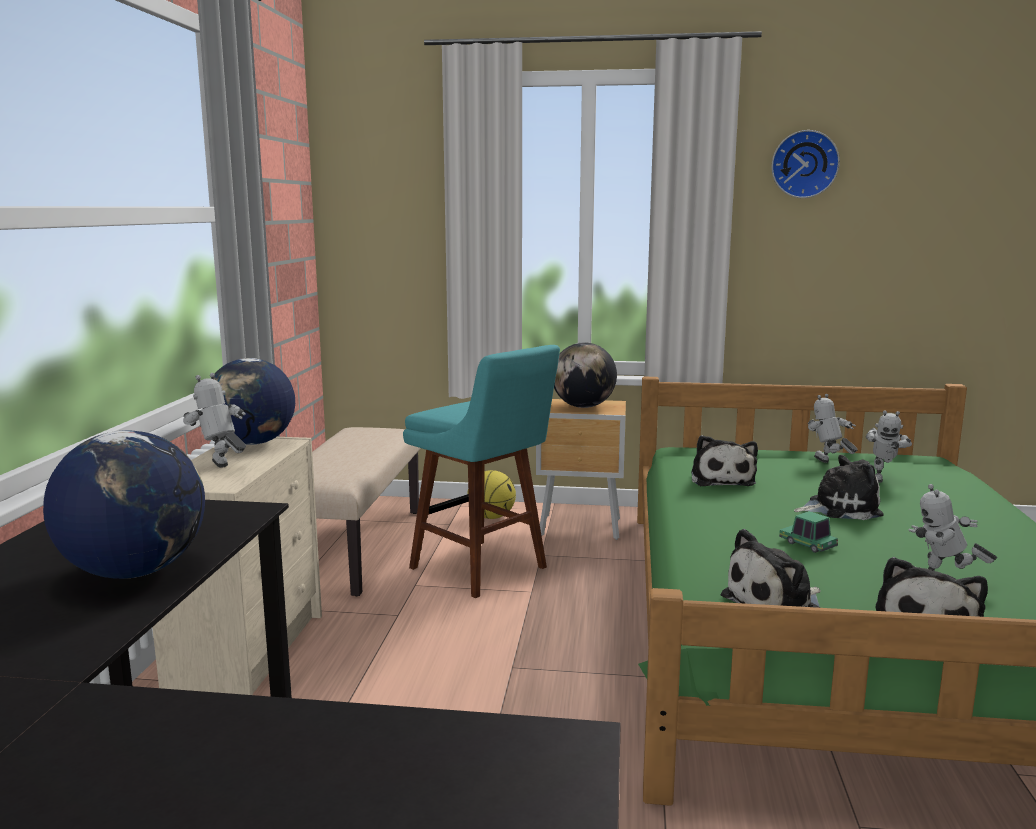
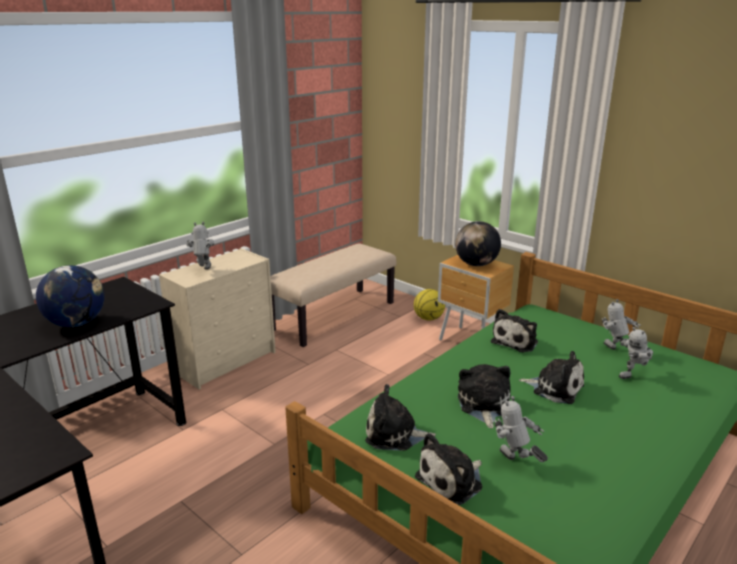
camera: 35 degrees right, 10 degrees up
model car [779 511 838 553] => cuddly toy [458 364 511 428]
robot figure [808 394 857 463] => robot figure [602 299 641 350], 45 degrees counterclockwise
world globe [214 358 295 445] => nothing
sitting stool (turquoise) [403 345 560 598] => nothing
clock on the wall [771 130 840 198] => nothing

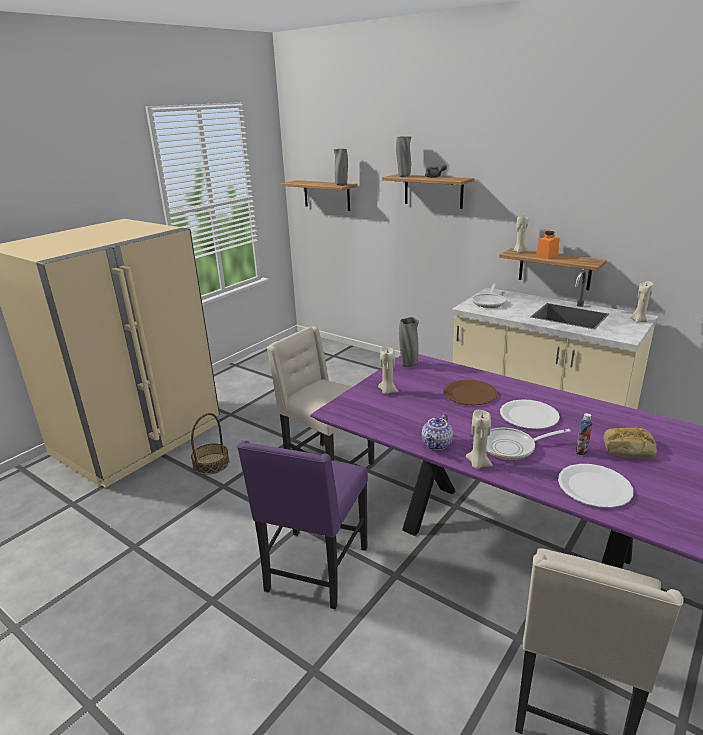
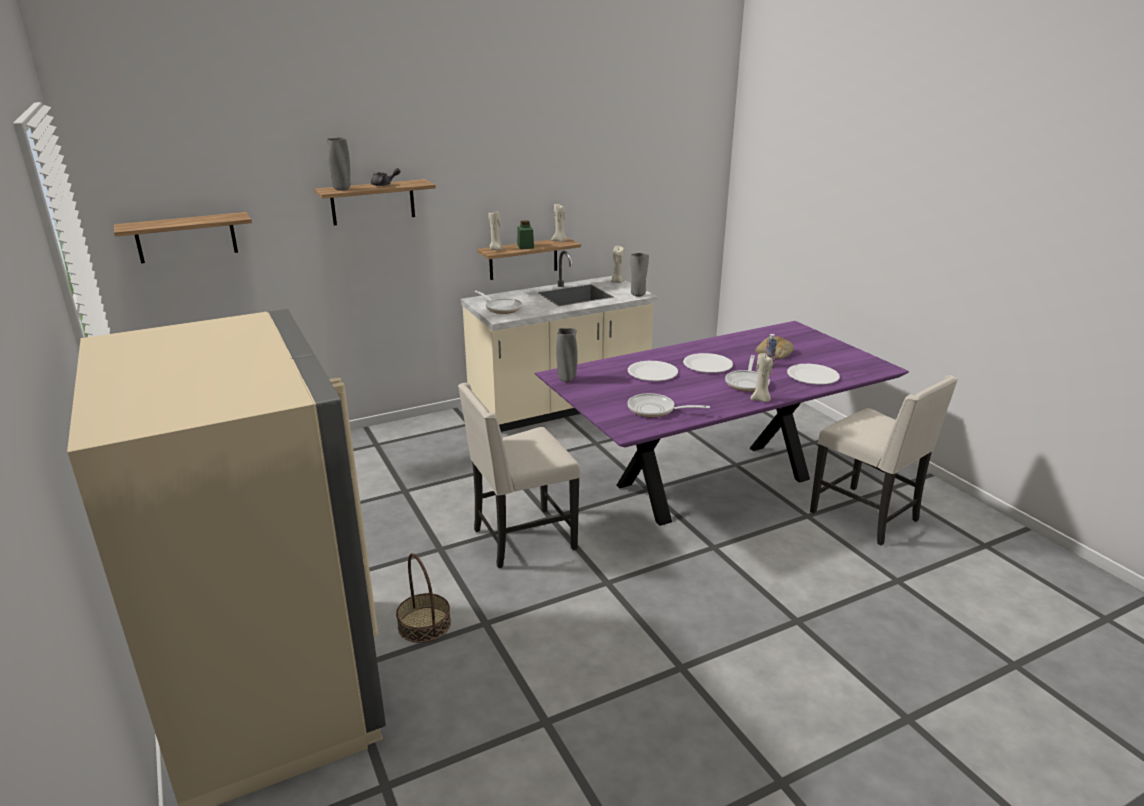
camera: 65 degrees left, 0 degrees up
jar (orange) [536 231 559 259] => jar (green) [517 220 534 249]
wax light (beige-coloured) [378 347 398 394] => wax light (beige-coloured) [551 204 567 242], relocated
plate (brown-coloured) [444 380 497 405] => plate (white) [628 361 678 381]
nothing => pan [628 393 710 417]
flower vase (grey) [334 149 348 186] => flower vase (grey) [630 253 649 297], relocated
upright chair (purplish) [237 440 368 609] => nothing
pot for tea [422 414 453 450] => nothing

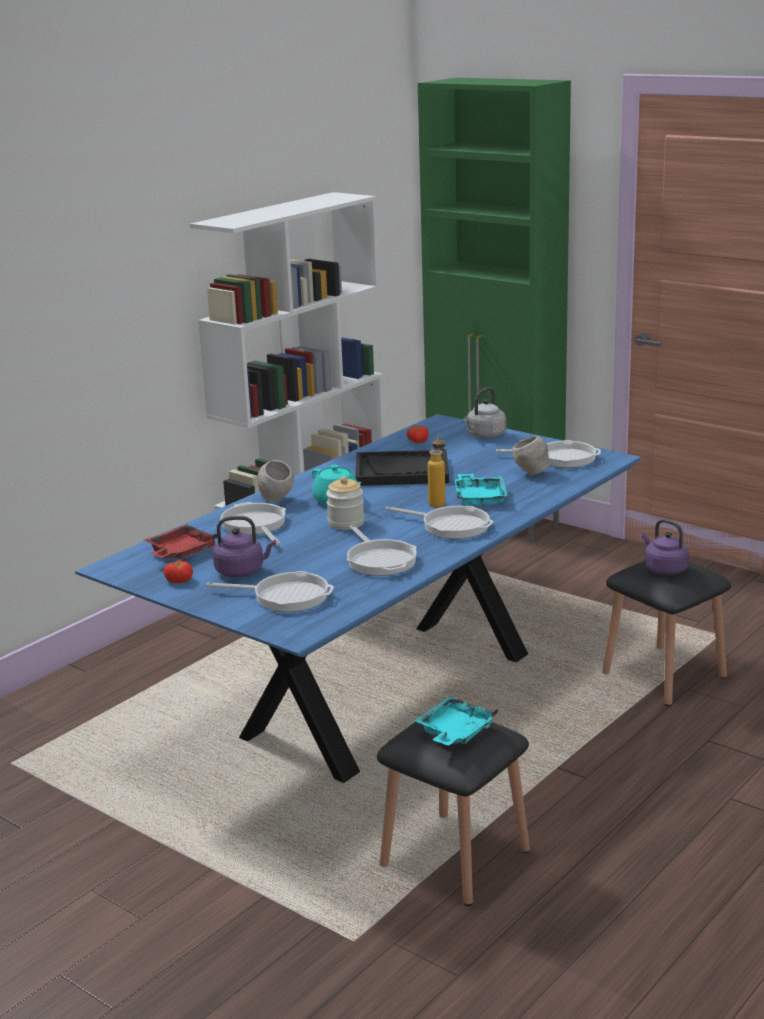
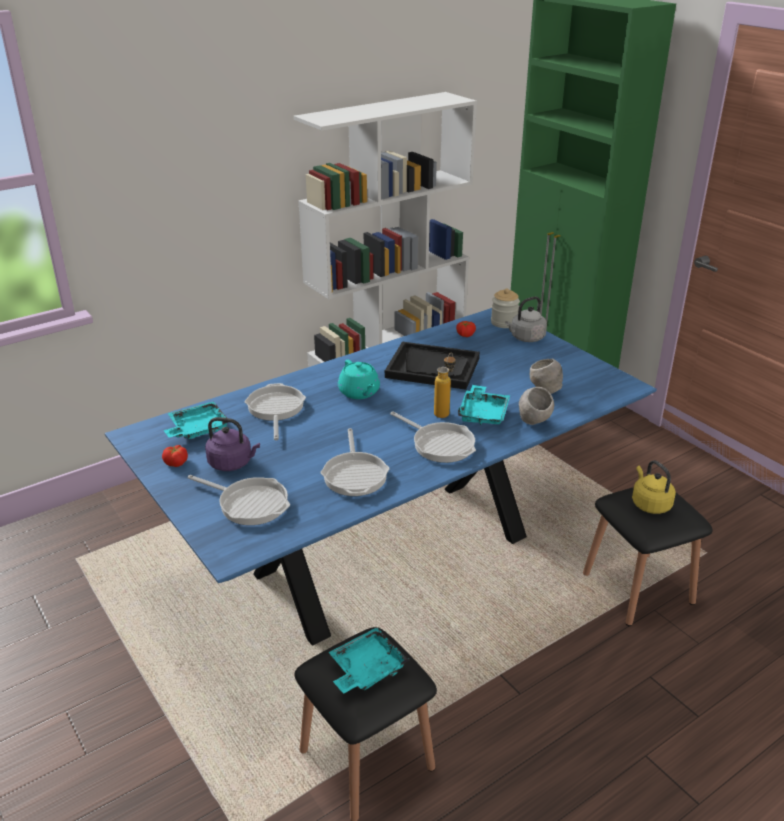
camera: 15 degrees right, 10 degrees up
carrying tray (reddish) [144 524 217 559] => carrying tray (turquoise) [164 401 228 439]
jar [326 476 364 530] => jar [491 288 520 328], relocated
deep dish (grey) [257 460 294 502] => deep dish (grey) [519 387 554 425], relocated
water kettle (purplish) [642 519 689 575] => water kettle (yellowish) [632 460 676 514]
pan [496 440 601 468] => nothing

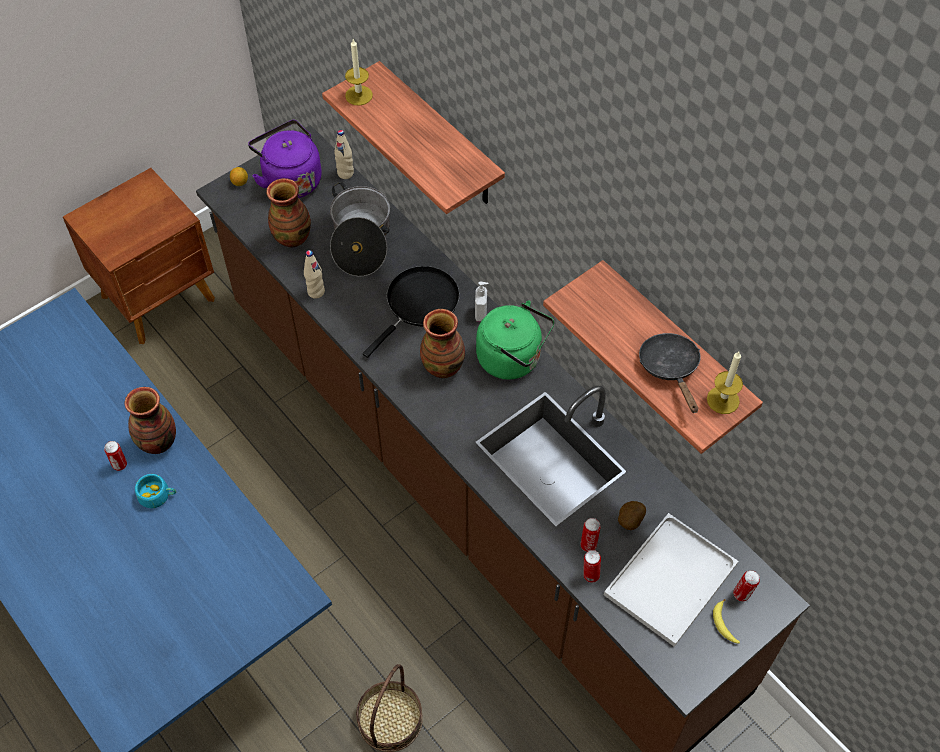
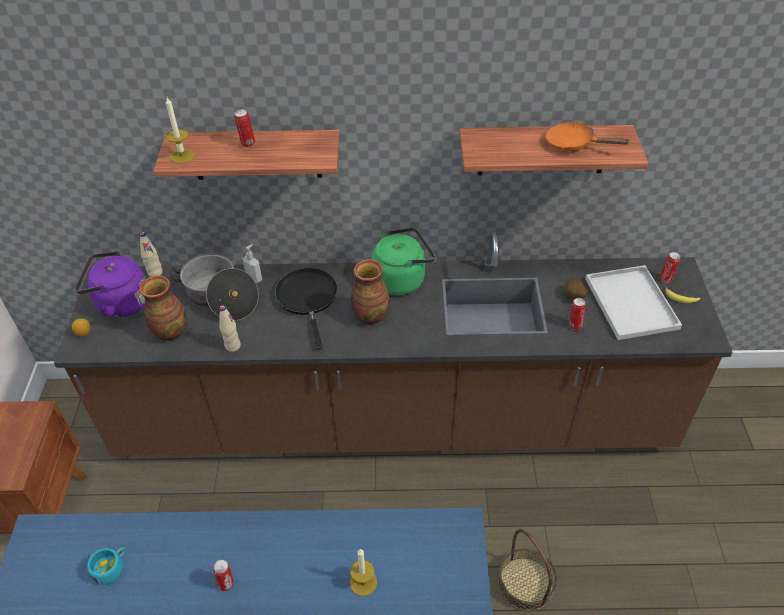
camera: 50 degrees left, 10 degrees down
cup (turquoise) [135 474 176 508] => cup (turquoise) [87 547 126 585], relocated
can [583 550 601 583] => can [234 109 255 147], relocated
soap bottle [475 281 489 322] => soap bottle [242 244 262 283], relocated
wax light [707 351 743 414] => wax light [350 549 377 596], relocated
pan (blackish) [639 333 701 413] => pan (orange) [546 122 631 151]
flower vase [125 387 176 454] => nothing

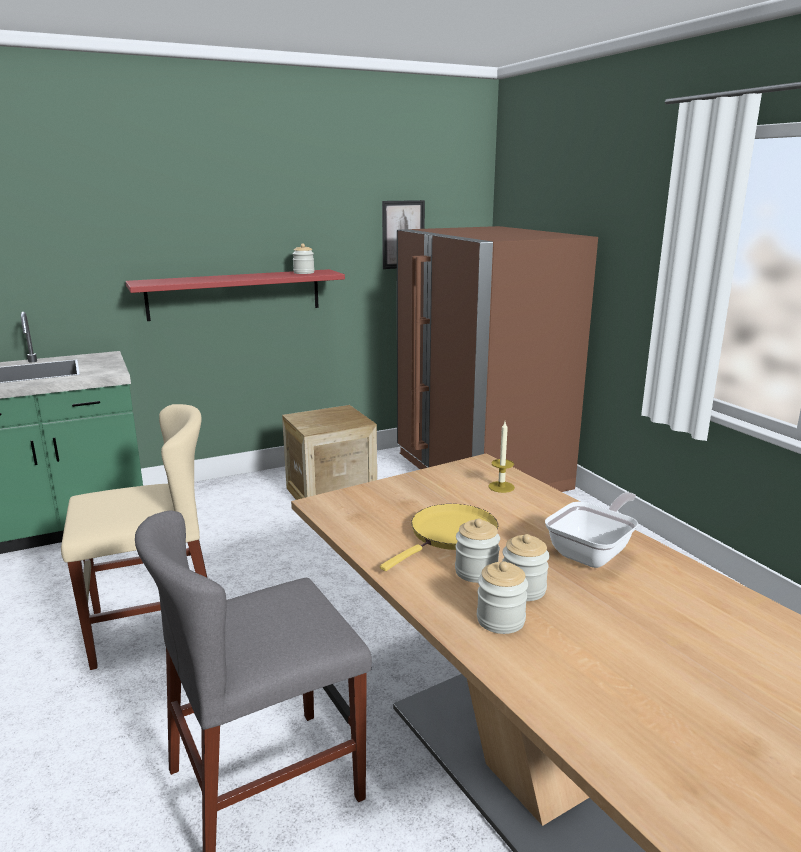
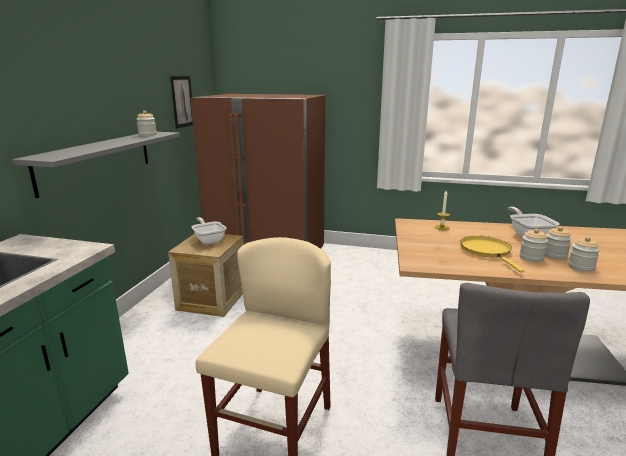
camera: 50 degrees left, 0 degrees up
wall shelf (reddish) [125 269 345 321] => wall shelf (grey) [12 132 180 198]
nothing => pan [192 217 226 244]

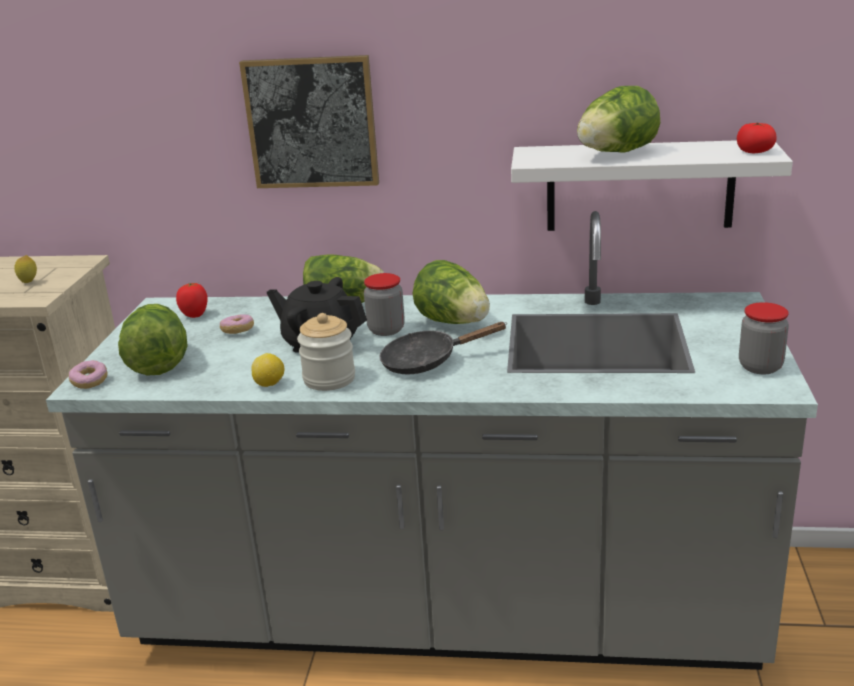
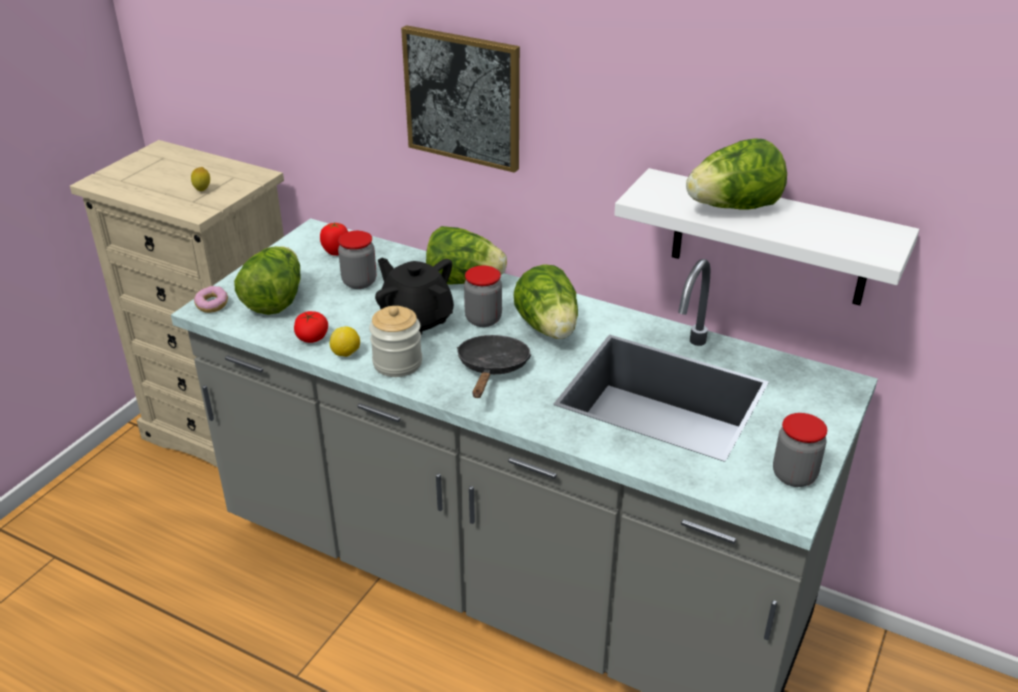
camera: 20 degrees right, 10 degrees up
tomato [737 122 777 153] => tomato [294 311 328 343], relocated
ring doughnut [220 314 254 334] => jar [338 231 377 289]
pan (blackish) [379 322 507 374] => pan (blackish) [457 335 531 398], 90 degrees clockwise

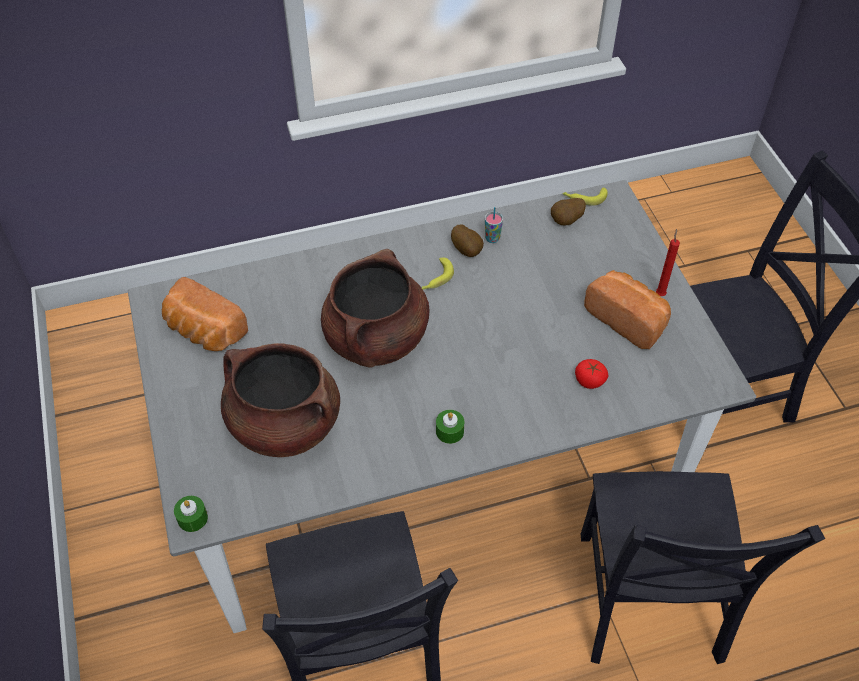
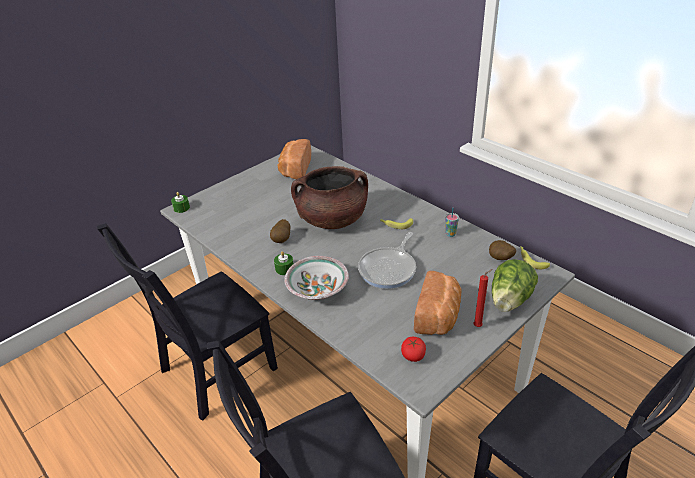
camera: 65 degrees right, 15 degrees down
whole potato [451 224 484 257] => whole potato [270 219 290 243], relocated
nothing => deep dish [284 256 349 300]
nothing => pan [358 232 416 289]
tomato [575 359 609 389] => tomato [401 337 426 362], relocated
nothing => head of lettuce [492 259 538 312]
cooking pot (brown-coloured) [221 343 340 457] => nothing

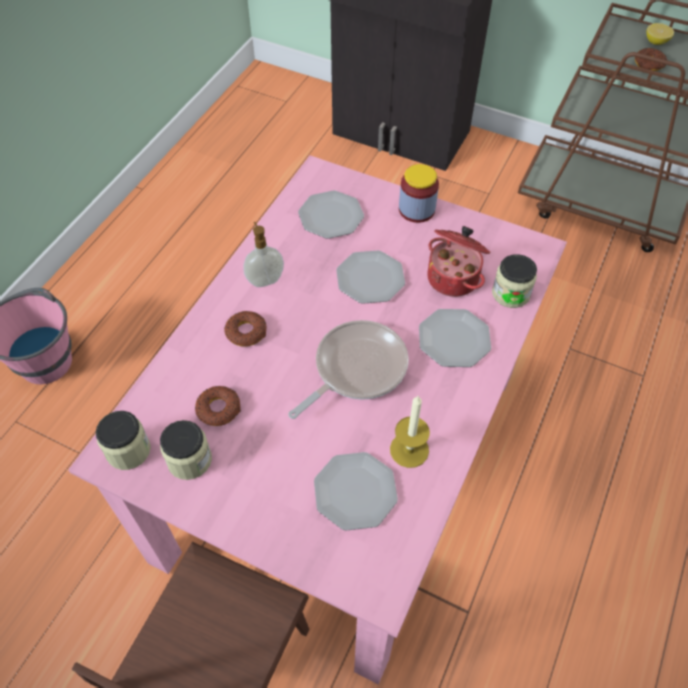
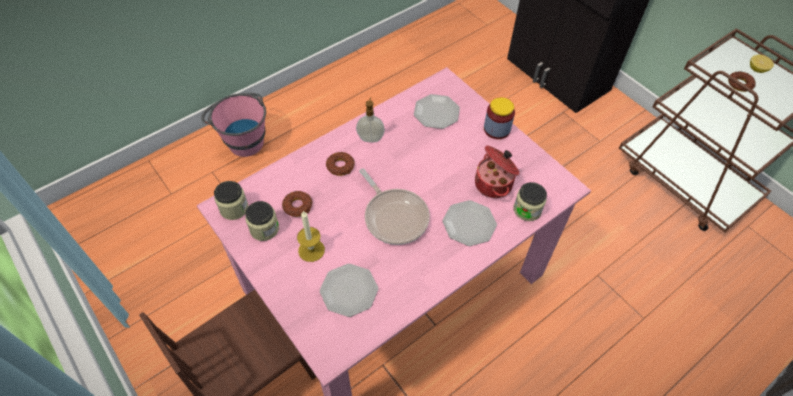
camera: 25 degrees right, 0 degrees up
wax light [390 396 430 468] => wax light [297 210 325 262], relocated
pan [288 320 409 419] => pan [359 168 430 245], 75 degrees clockwise
plate [336 250 405 304] => nothing

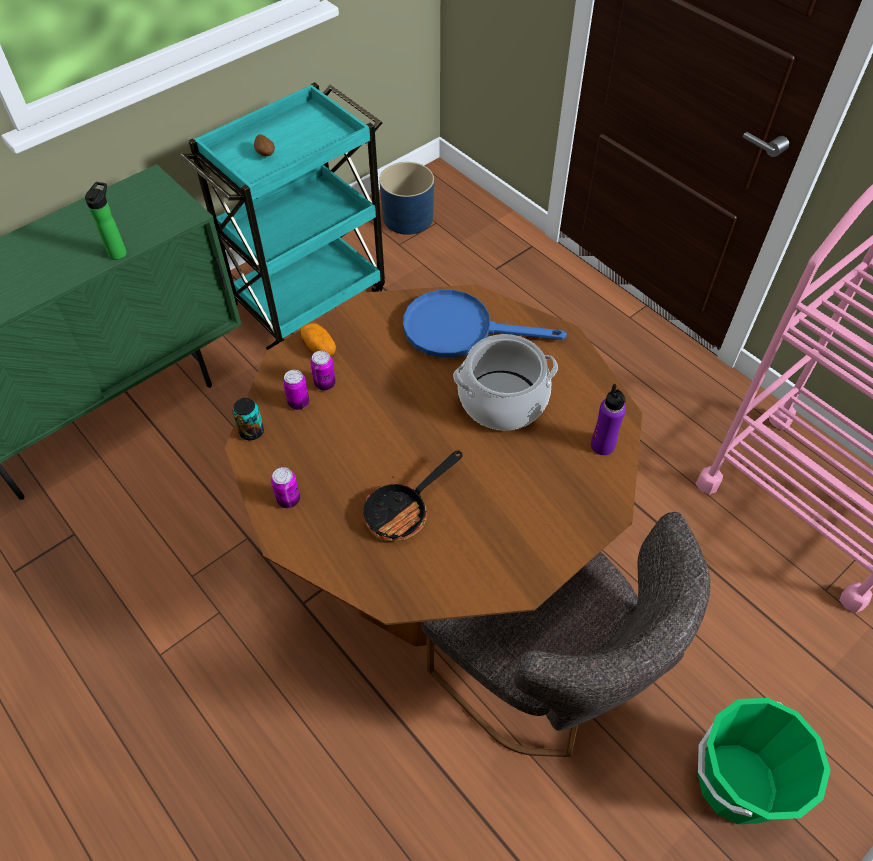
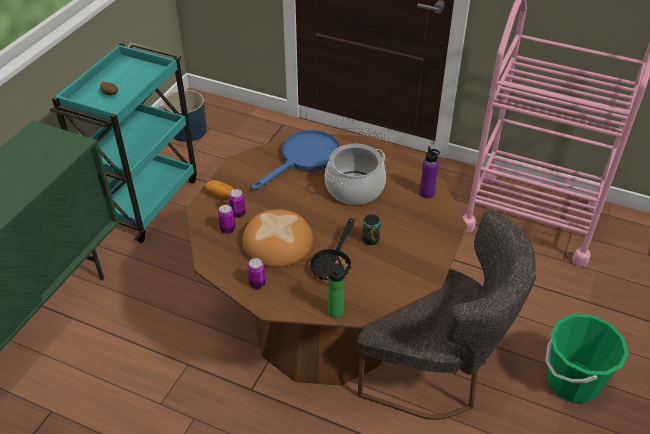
camera: 25 degrees left, 10 degrees down
nothing => bread [242 209 313 268]
pan (bluish) [403 290 567 358] => pan (bluish) [252 130 340 190], 150 degrees clockwise
bottle [85 182 127 260] => bottle [328 257 345 318], relocated
can [233 398 264 440] => can [362 214 381 245], relocated

